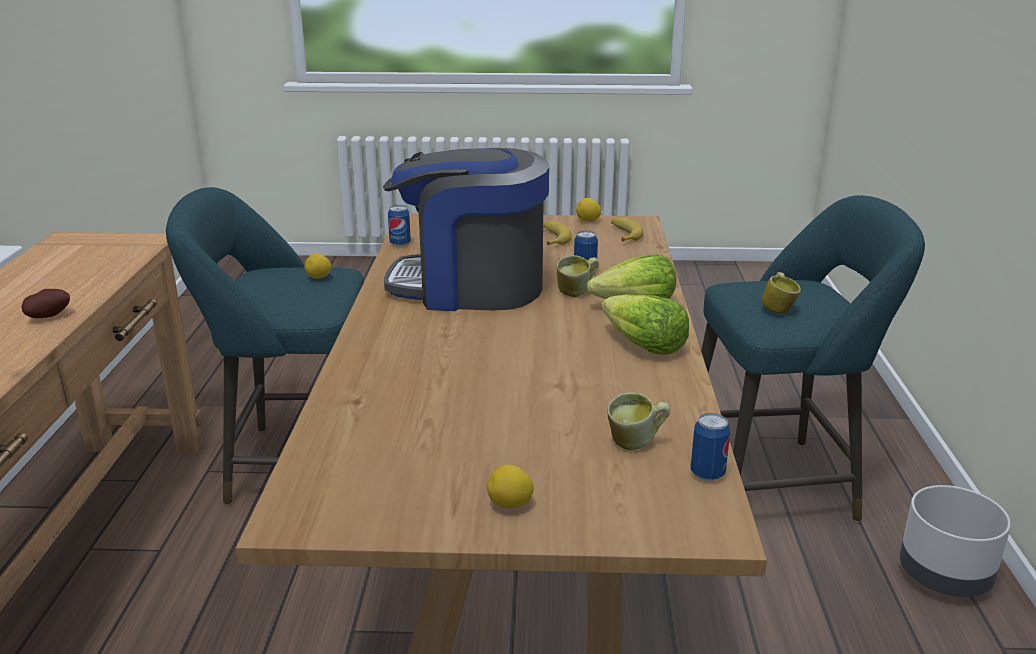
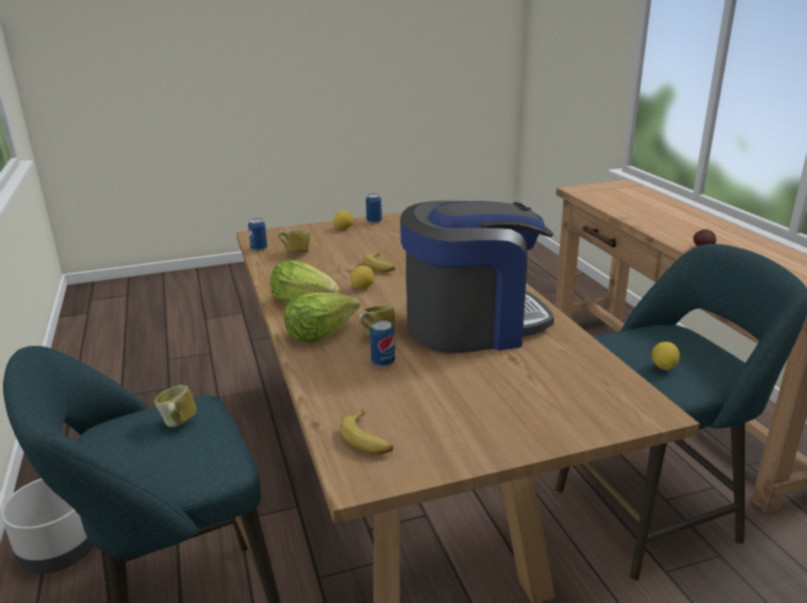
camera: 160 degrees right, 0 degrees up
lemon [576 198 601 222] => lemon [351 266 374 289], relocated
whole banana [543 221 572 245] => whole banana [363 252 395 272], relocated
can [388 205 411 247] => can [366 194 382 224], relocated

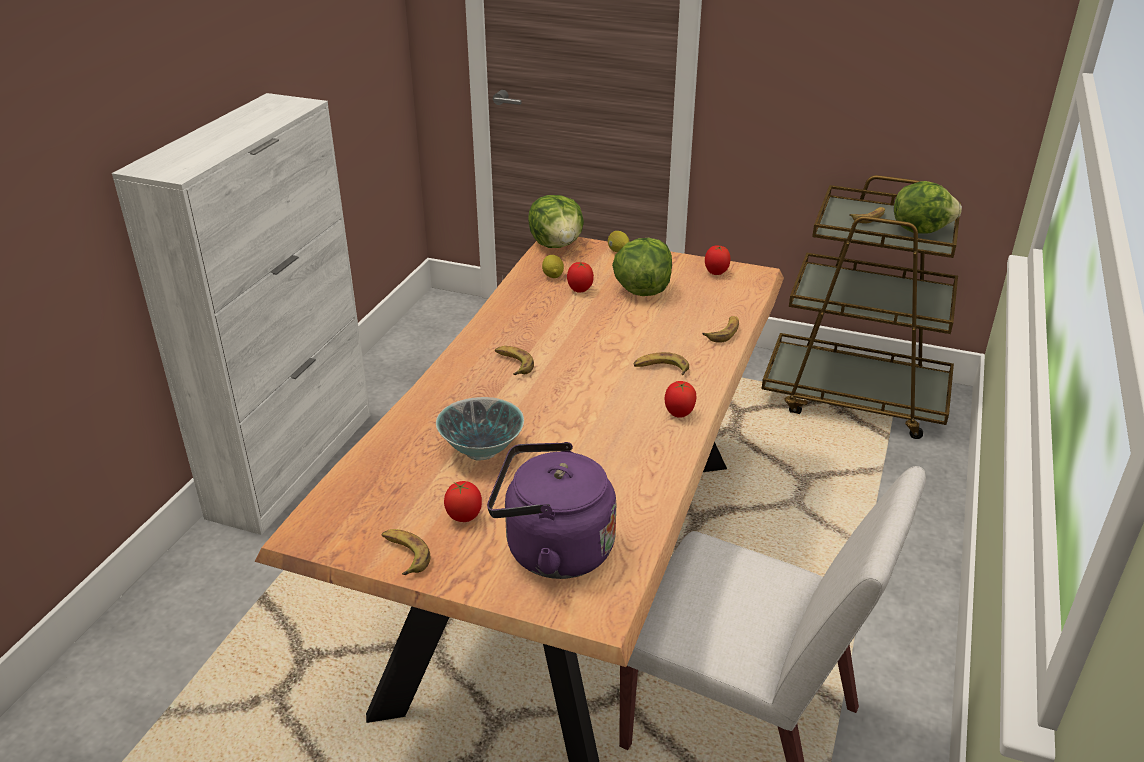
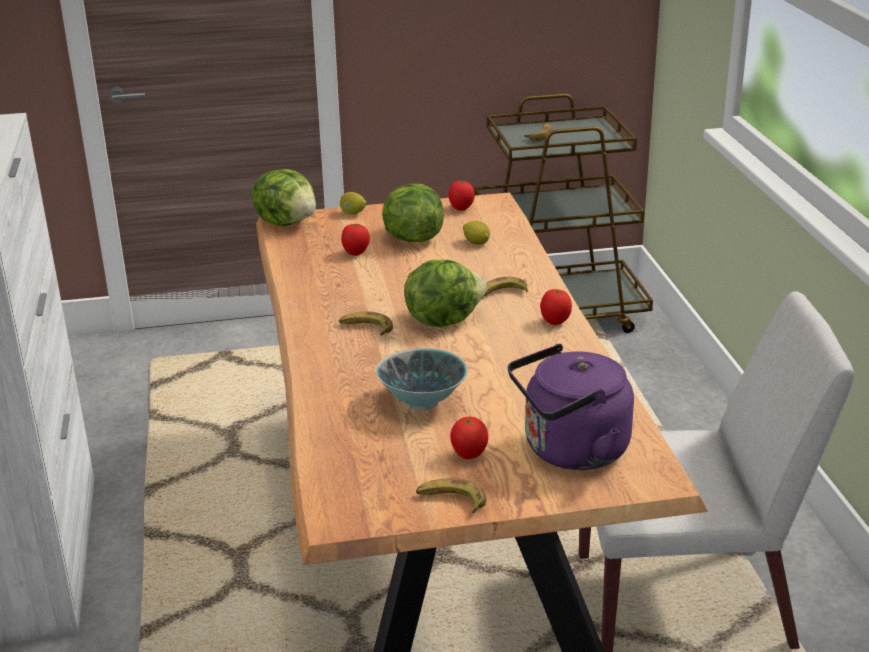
camera: 30 degrees left, 5 degrees down
head of lettuce [894 181 962 234] => head of lettuce [404 260 487 327], relocated
lemon [542 255 564 278] => lemon [463 221 490 245], relocated
whole banana [702 316 739 342] => nothing

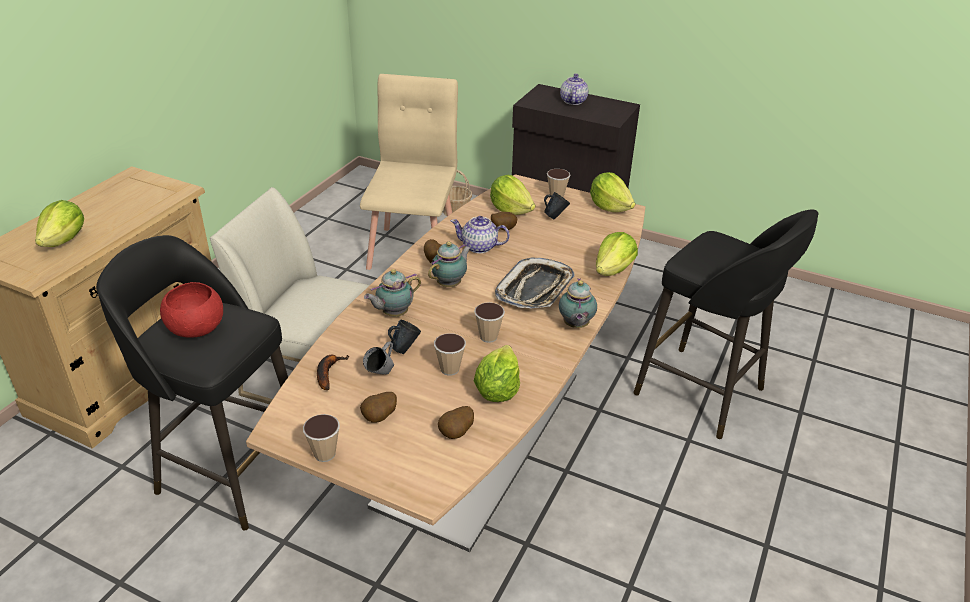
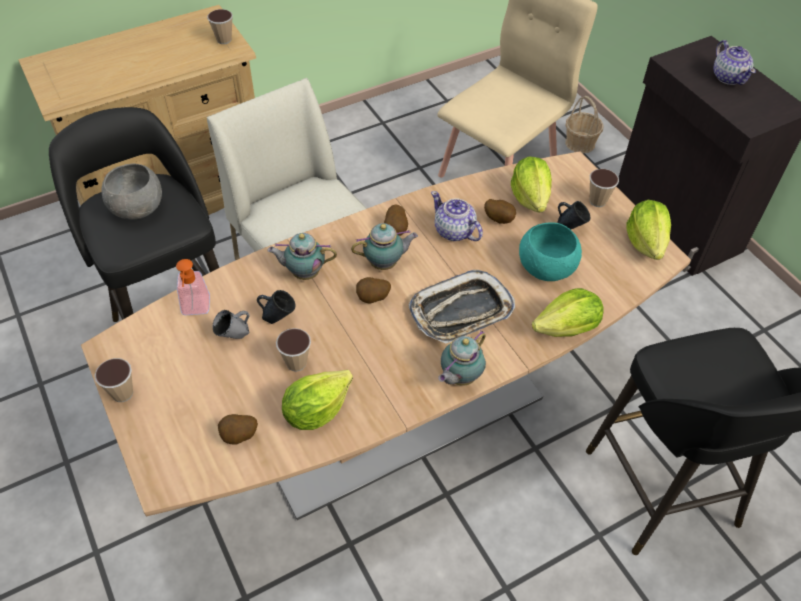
camera: 35 degrees right, 15 degrees up
deep dish (reddish) [160 282 223 338] => deep dish (grey) [101 164 162 220]
whole banana [317 354 349 390] => soap bottle [176 259 210 315]
cup [474 302 505 343] => cup [207 9 233 44], relocated
whole potato [360 392 397 423] => whole potato [356 277 391 303], relocated
nothing => deep dish (turquoise) [519 223 582 281]
pot for tea [560 73 589 105] => pot for tea [714 40 756 85], 120 degrees clockwise
head of lettuce [35 200 84 247] => nothing

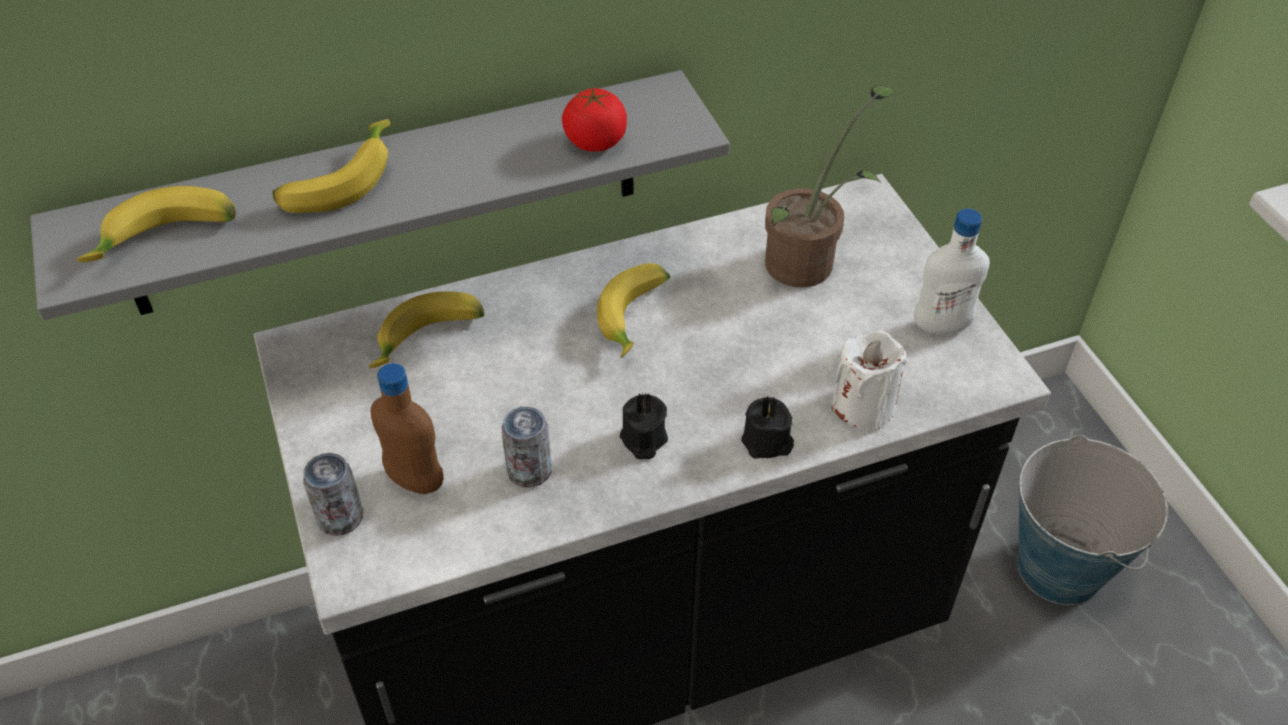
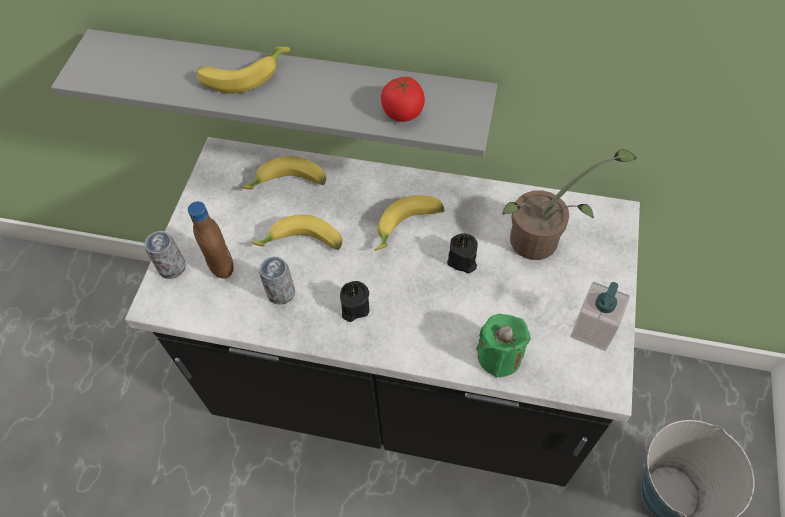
camera: 35 degrees right, 10 degrees up
whole banana [77 186 236 262] => whole banana [251 215 343 250], relocated
wax light (blackish) [741 396 794 459] => wax light (blackish) [447 233 478 273], relocated
wax light (white) [831 331 907 429] => wax light (green) [476 314 531 378]
bottle (white) [914 209 990 334] => soap bottle [570 282 630 351]

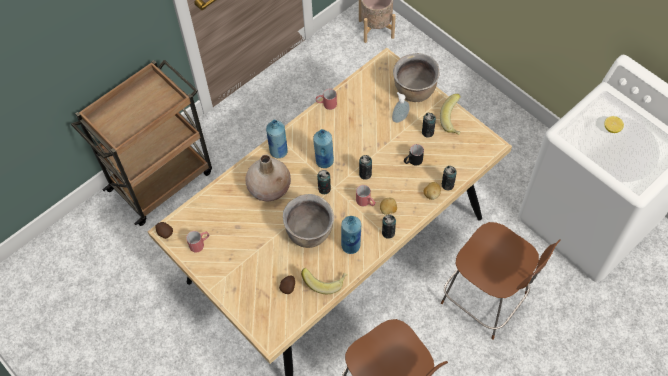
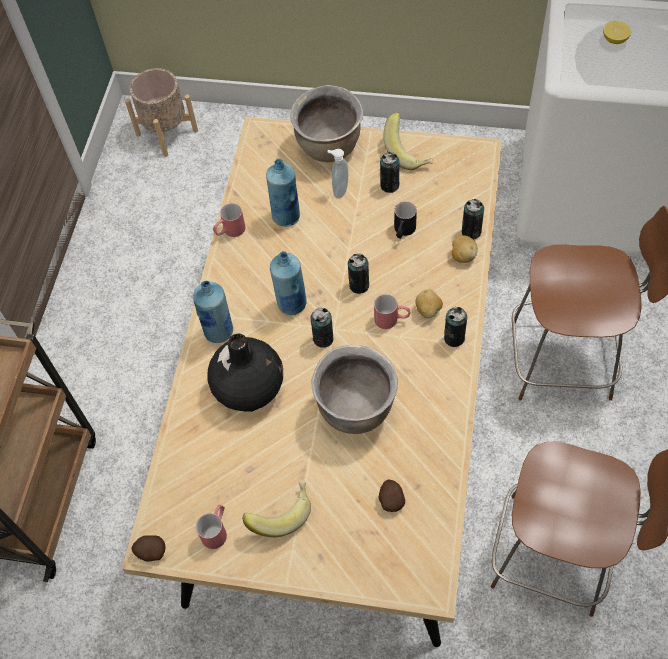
camera: 35 degrees left, 0 degrees up
flower vase (beige-coloured) [245 154 291 201] => flower vase (blackish) [207 333 283 412]
whole banana [301 268 347 294] => whole banana [242 481 311 537], relocated
bottle (bluish) [341 216 361 254] => bottle (bluish) [266 159 300 227], relocated

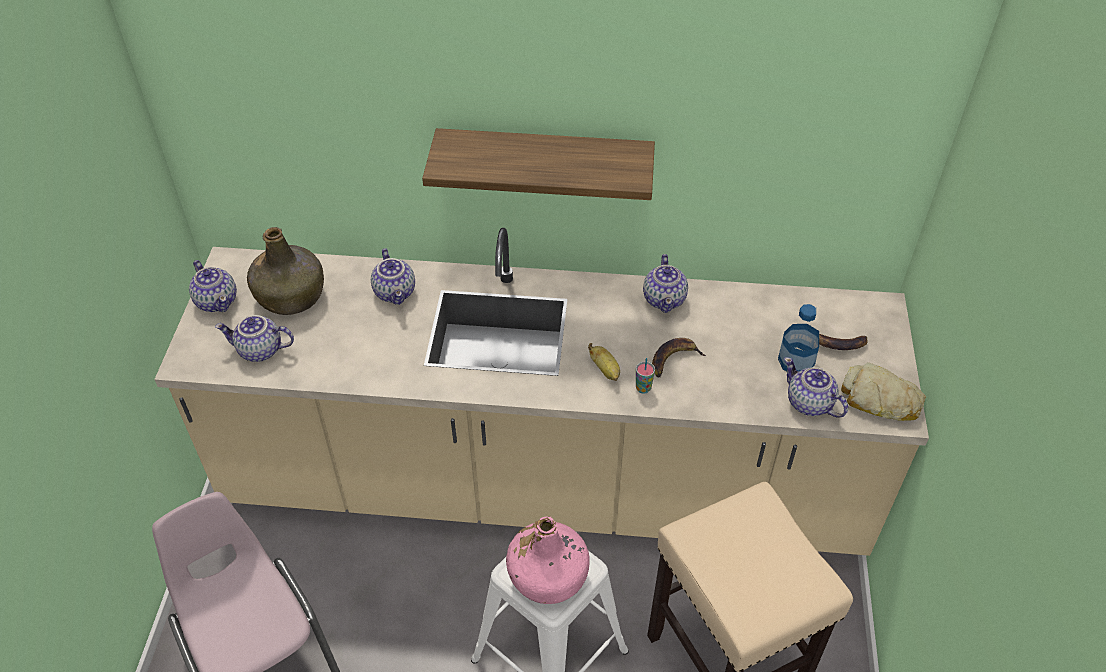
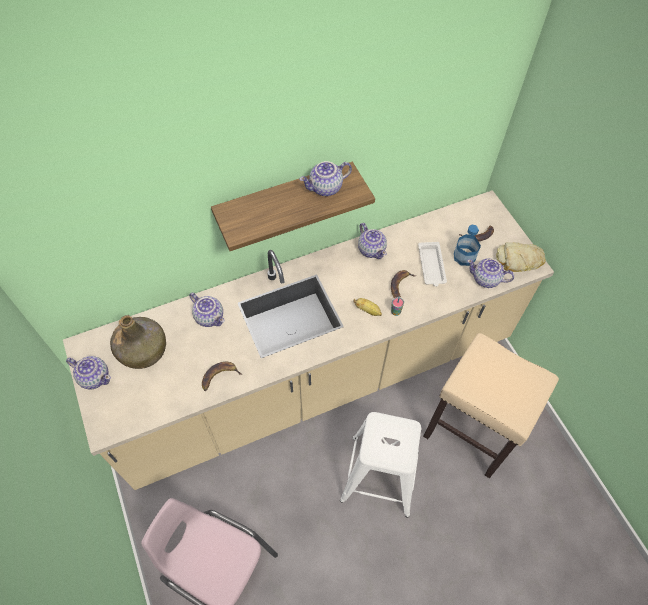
camera: 30 degrees left, 10 degrees up
nothing => whole banana [202 362 243 391]
pot for tea [215 315 294 362] => pot for tea [299 161 352 196], relocated
nothing => carrying tray (white) [418 242 447 287]
bottle (pink-coloured) [506 517 590 604] => nothing

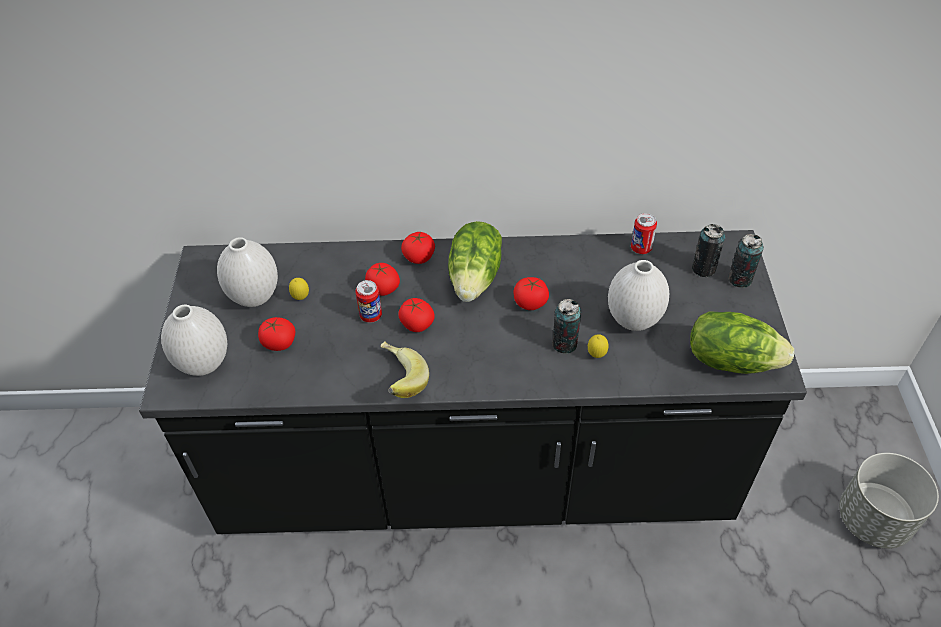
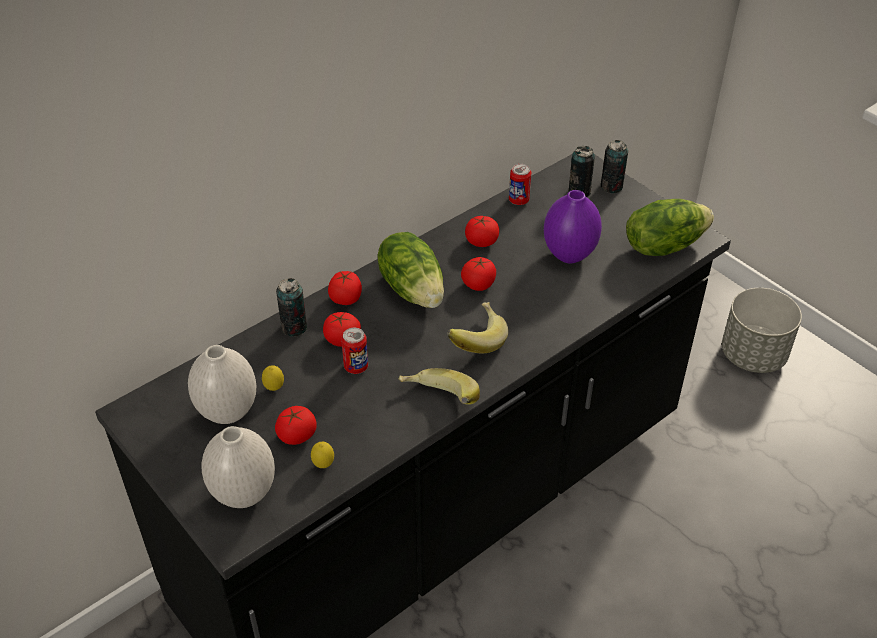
camera: 40 degrees left, 5 degrees down
can [552 299 581 354] => can [276 278 307 337], relocated
lemon [588 334 609 358] => lemon [311 442 334 468], relocated
nothing => whole banana [447 302 508 353]
tomato [398 298 435 332] => tomato [465 216 499 247], relocated
flower vase (white) [608 260 669 331] => flower vase (purplish) [544 190 602 263]

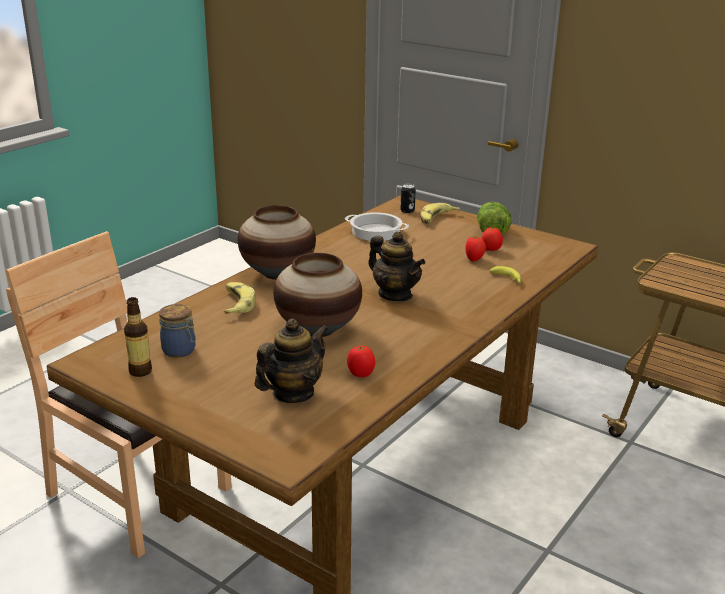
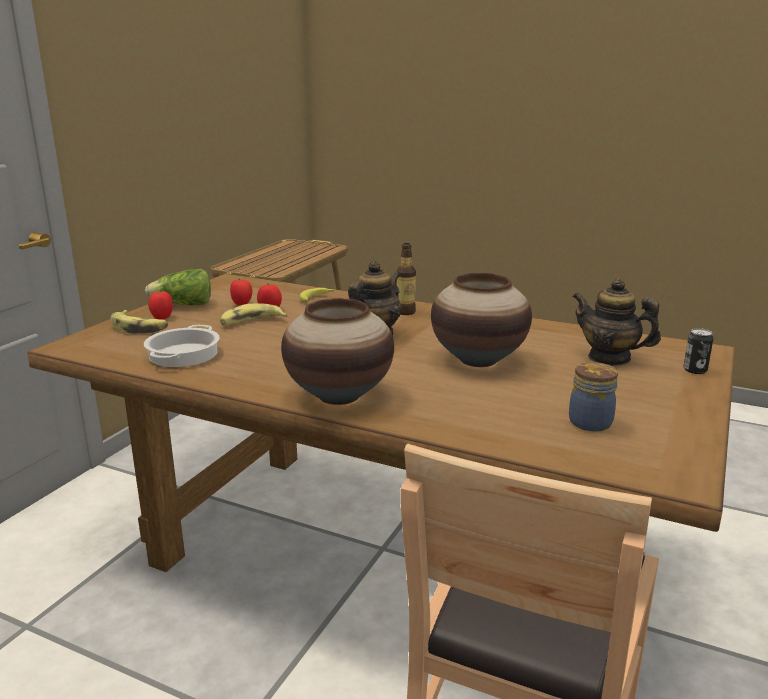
camera: 100 degrees left, 5 degrees down
tomato [347 346 375 377] => tomato [148 291 173 320], relocated
whole banana [224 282 255 314] => whole banana [220 304 288 326], relocated
bottle [124 297 152 377] => bottle [397 243 416 315], relocated
can [400 184 416 213] => can [684 328 713 374], relocated

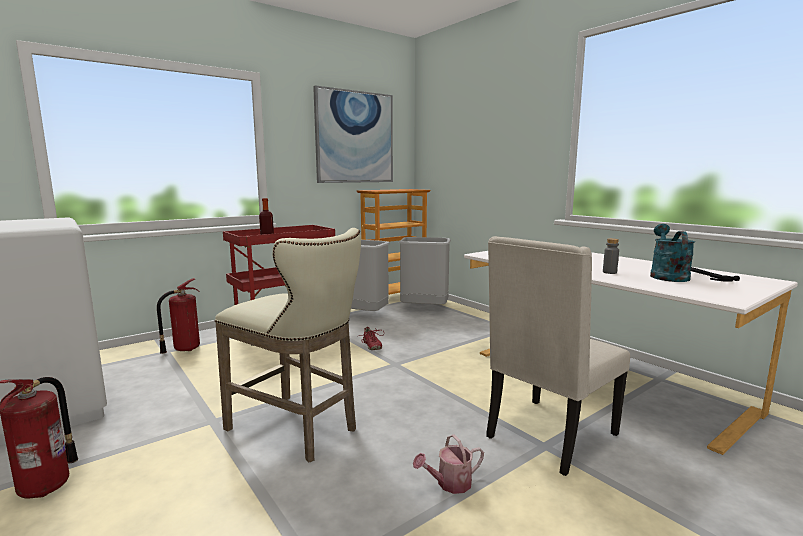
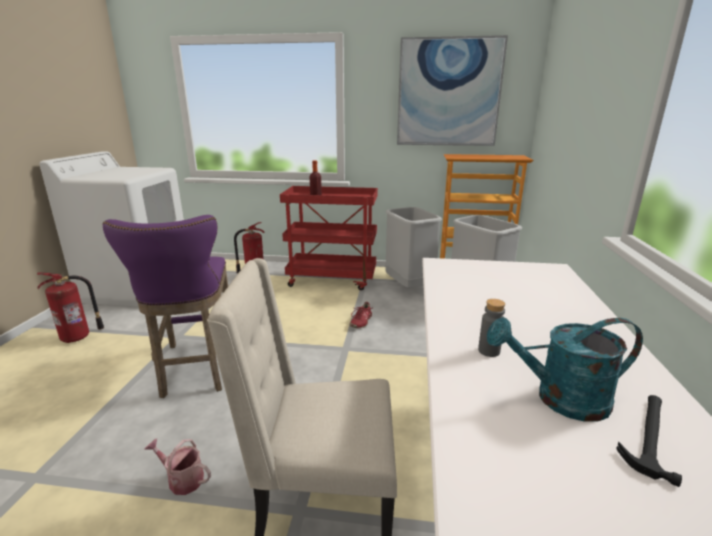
camera: 45 degrees right, 10 degrees up
sitting stool (beige-coloured) [214 228 361 463] => sitting stool (purplish) [102 215 228 398]
watering can (turquoise) [650 224 695 282] => watering can (turquoise) [487 317 643 422], 150 degrees counterclockwise

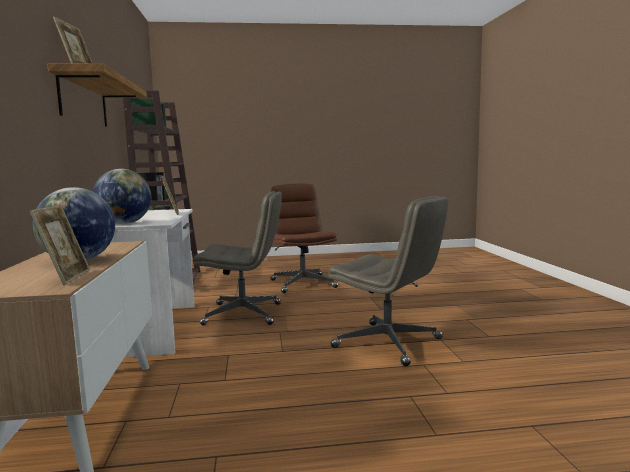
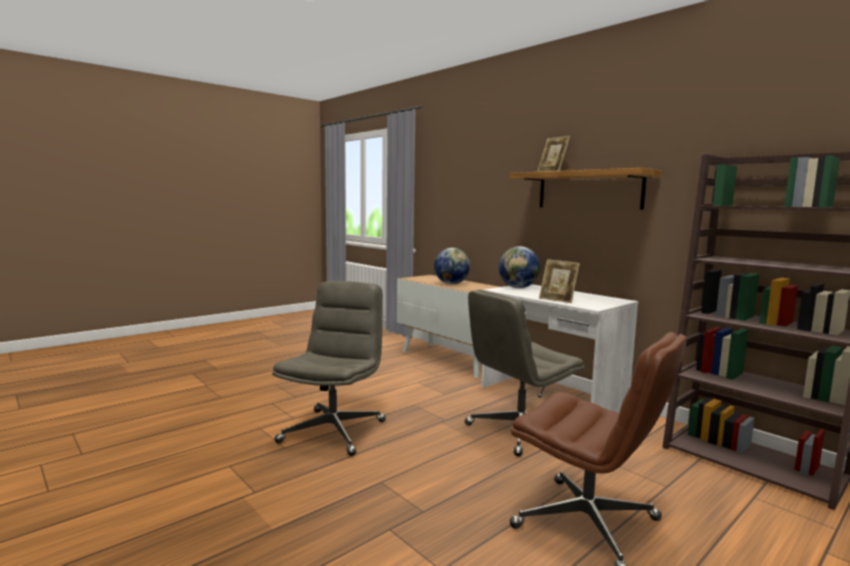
camera: 145 degrees right, 0 degrees up
desk chair (grey) [328 196 448 366] => desk chair (grey) [272 281 386 456], 105 degrees clockwise
standing frame [29 205 90 285] => nothing

